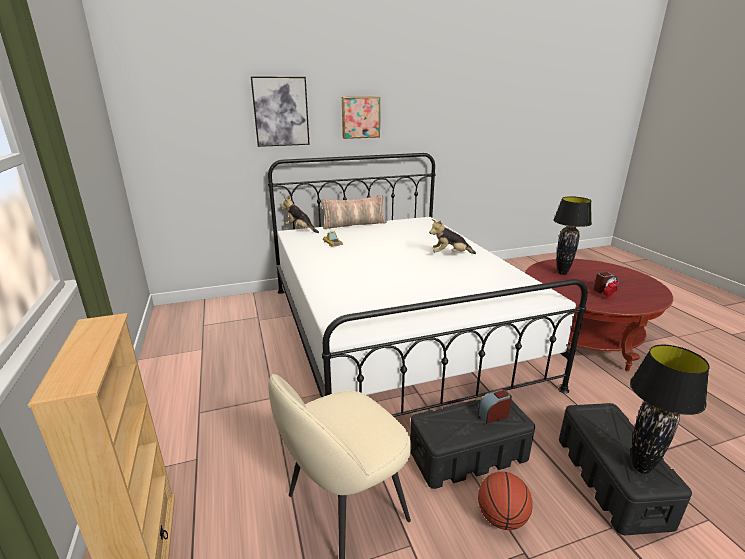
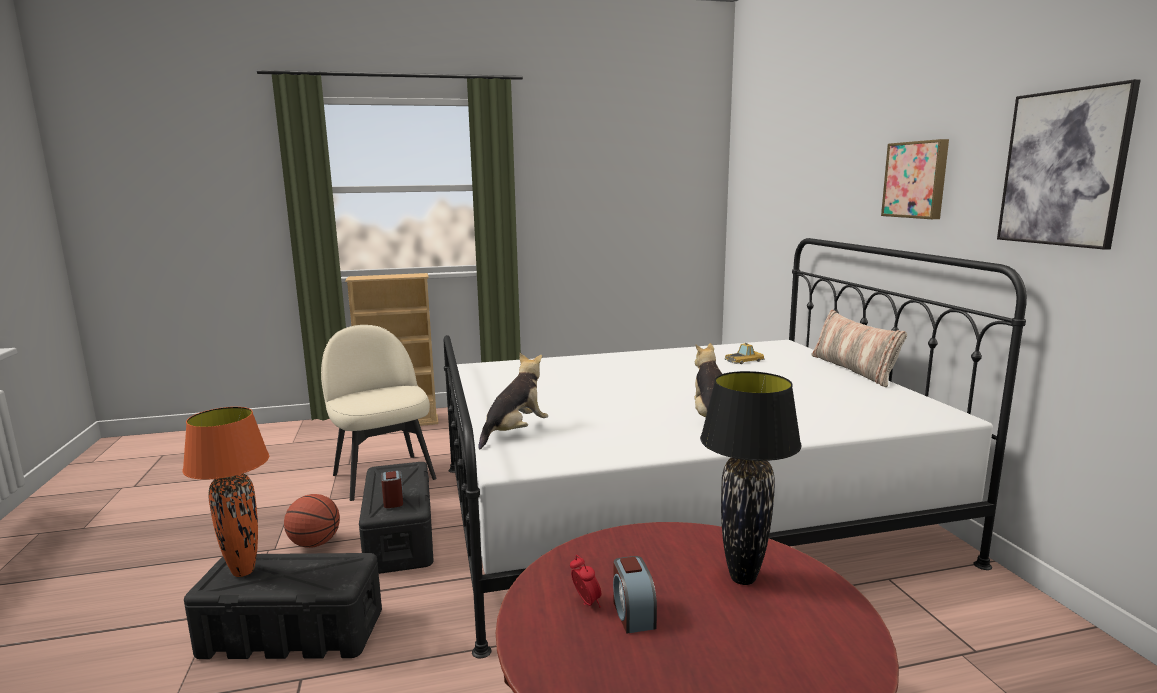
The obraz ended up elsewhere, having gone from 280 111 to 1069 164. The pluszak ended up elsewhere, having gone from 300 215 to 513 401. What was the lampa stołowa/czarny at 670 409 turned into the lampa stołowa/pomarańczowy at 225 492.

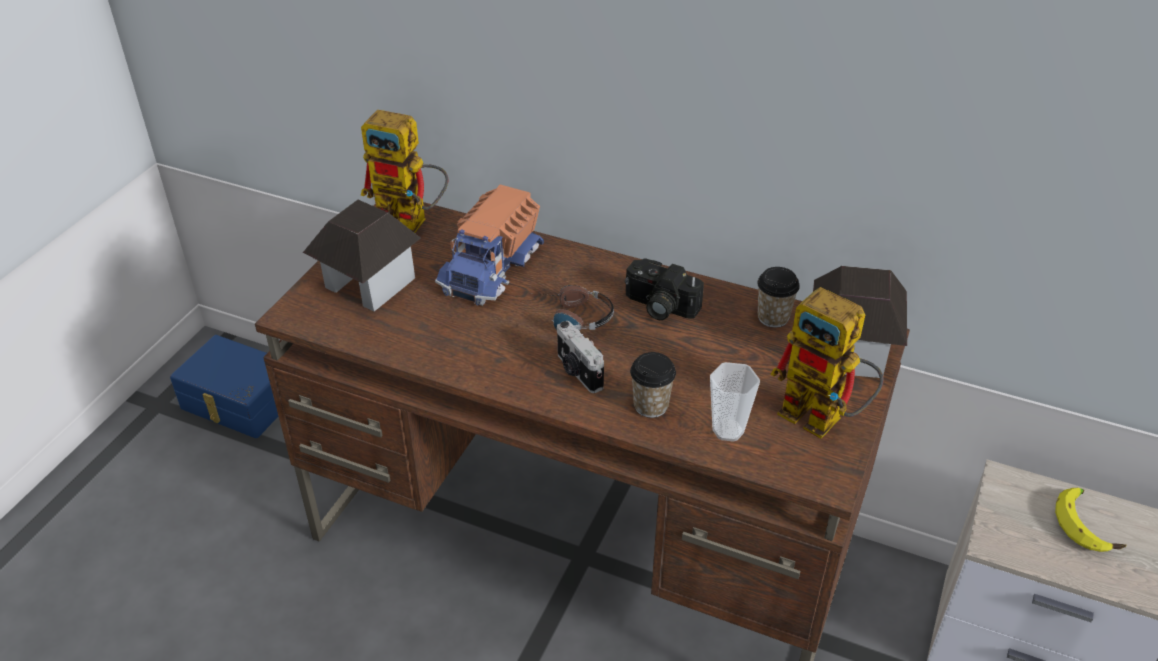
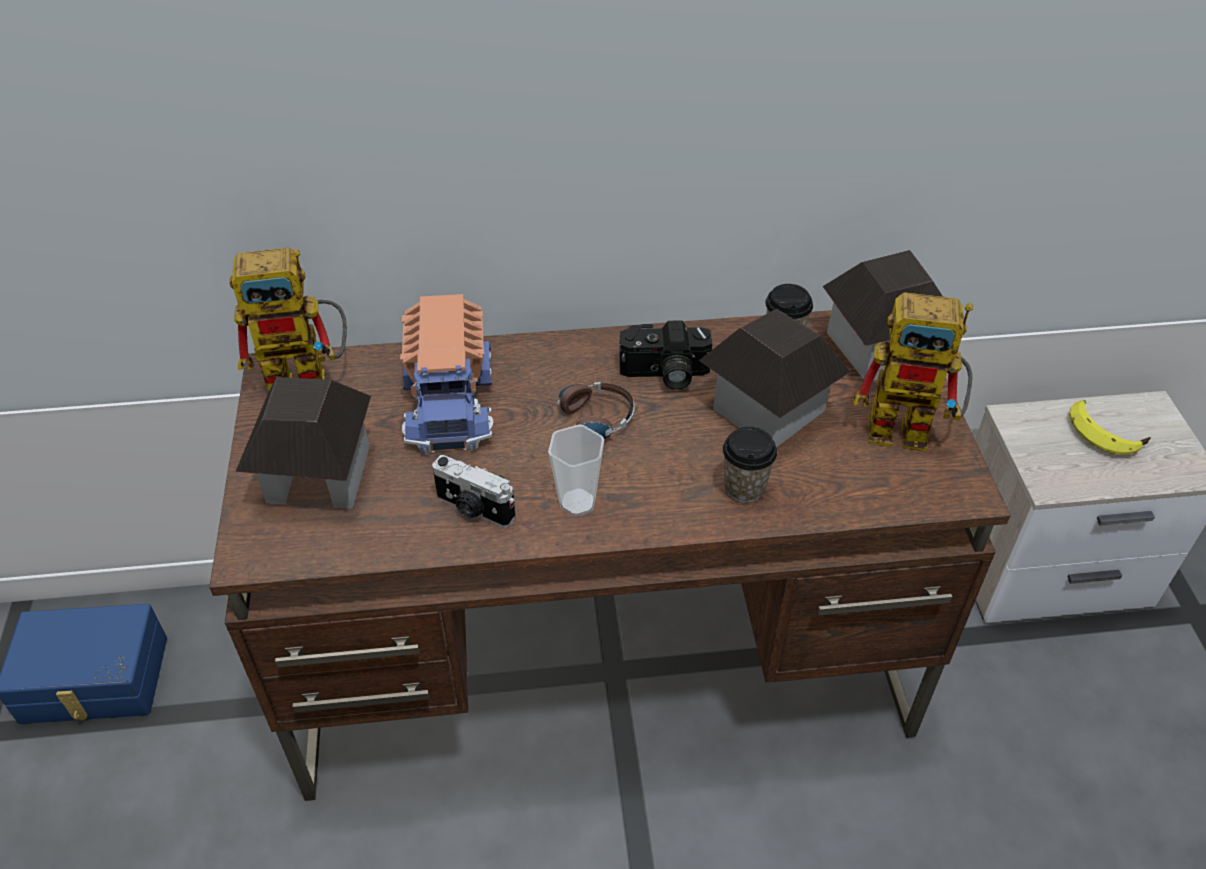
The aparat fotograficzny ended up elsewhere, having gone from 580 357 to 473 491. The filiżanka ended up elsewhere, having gone from 735 402 to 576 470. The second view gained the domek at 775 378.

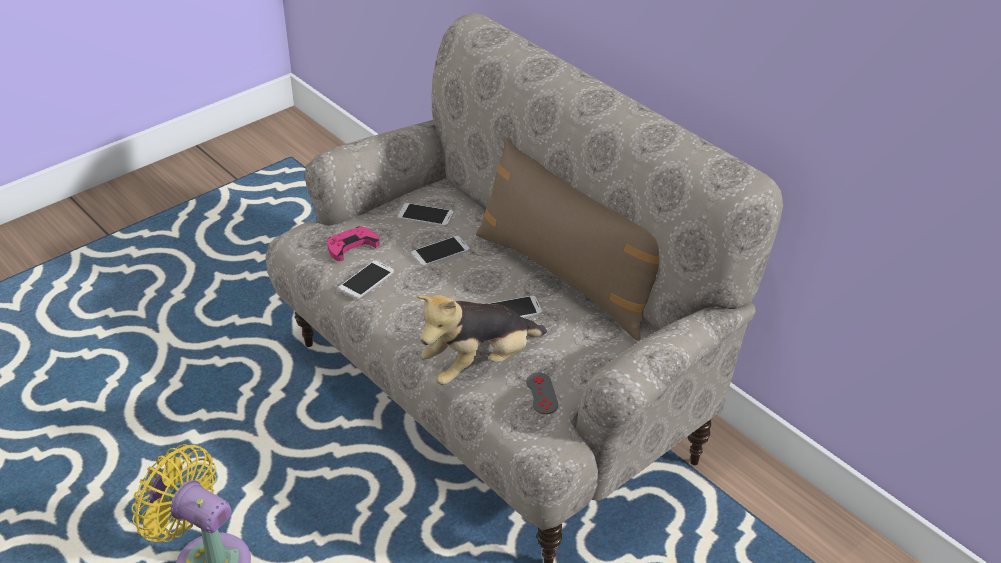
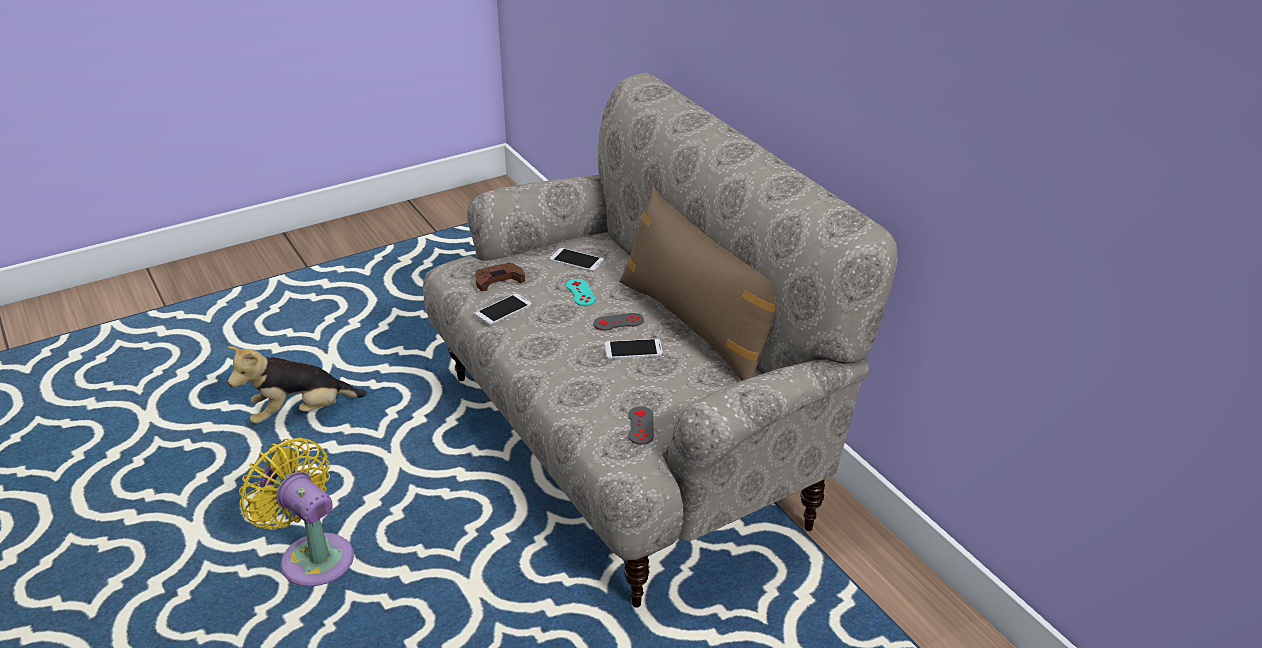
What was the pad do gier/różowy at 353 243 turned into the pad do gier/brązowy at 500 277. Where the telefon stood at 440 251, the pad do gier/turkusowy came to stand at 581 292. The pluszak ended up elsewhere, having gone from 482 340 to 297 385. The second view gained the pad do gier/szary at 618 322.

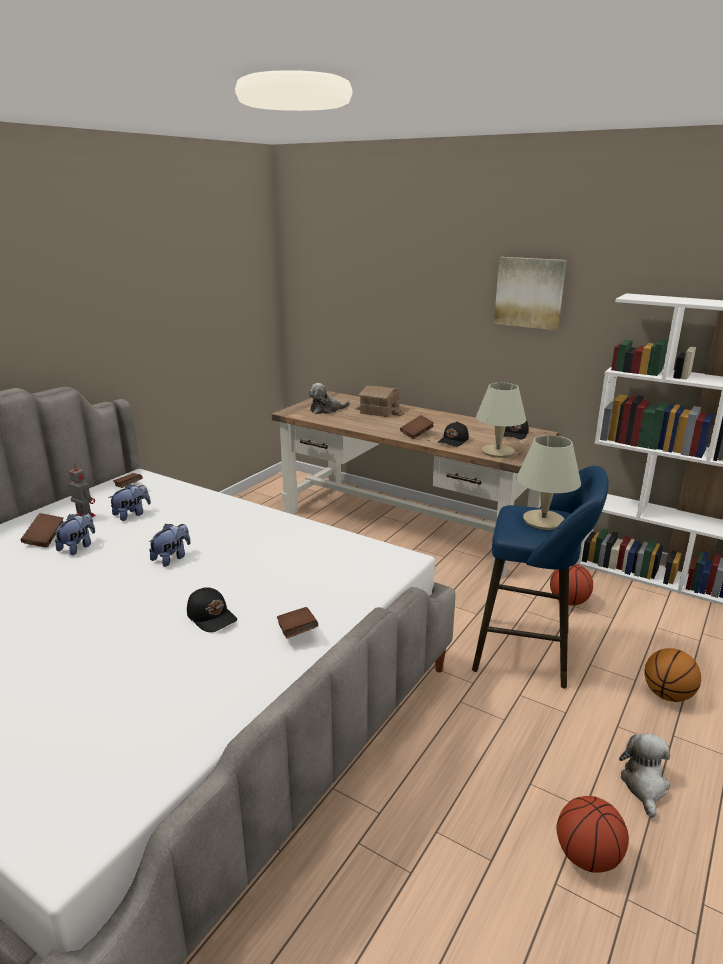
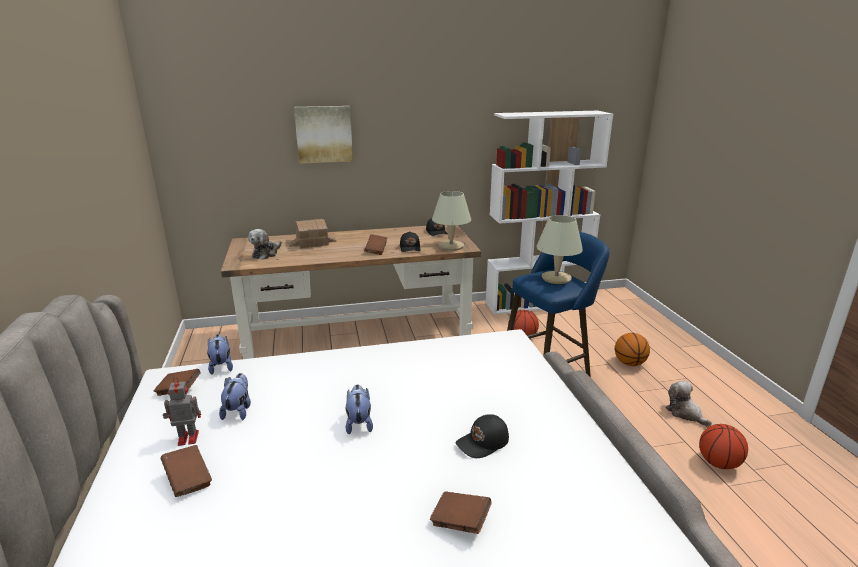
The obraz ended up elsewhere, having gone from 530 293 to 323 135. The pluszak ended up elsewhere, having gone from 75 534 to 220 354. The czapka z daszkiem/czarny at 212 609 ended up facing another way, 150 degrees clockwise from before. The książka/brązowy ended up elsewhere, having gone from 297 623 to 461 512.

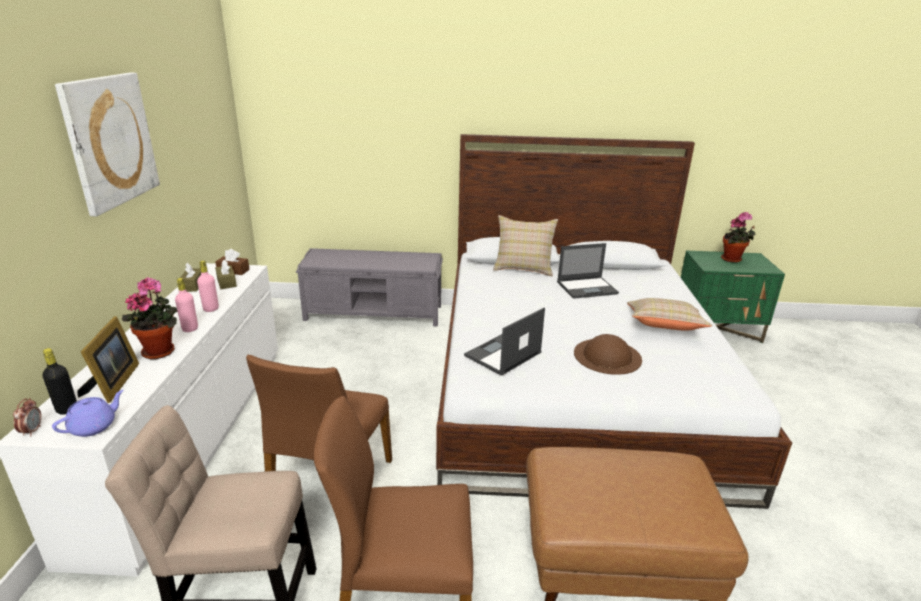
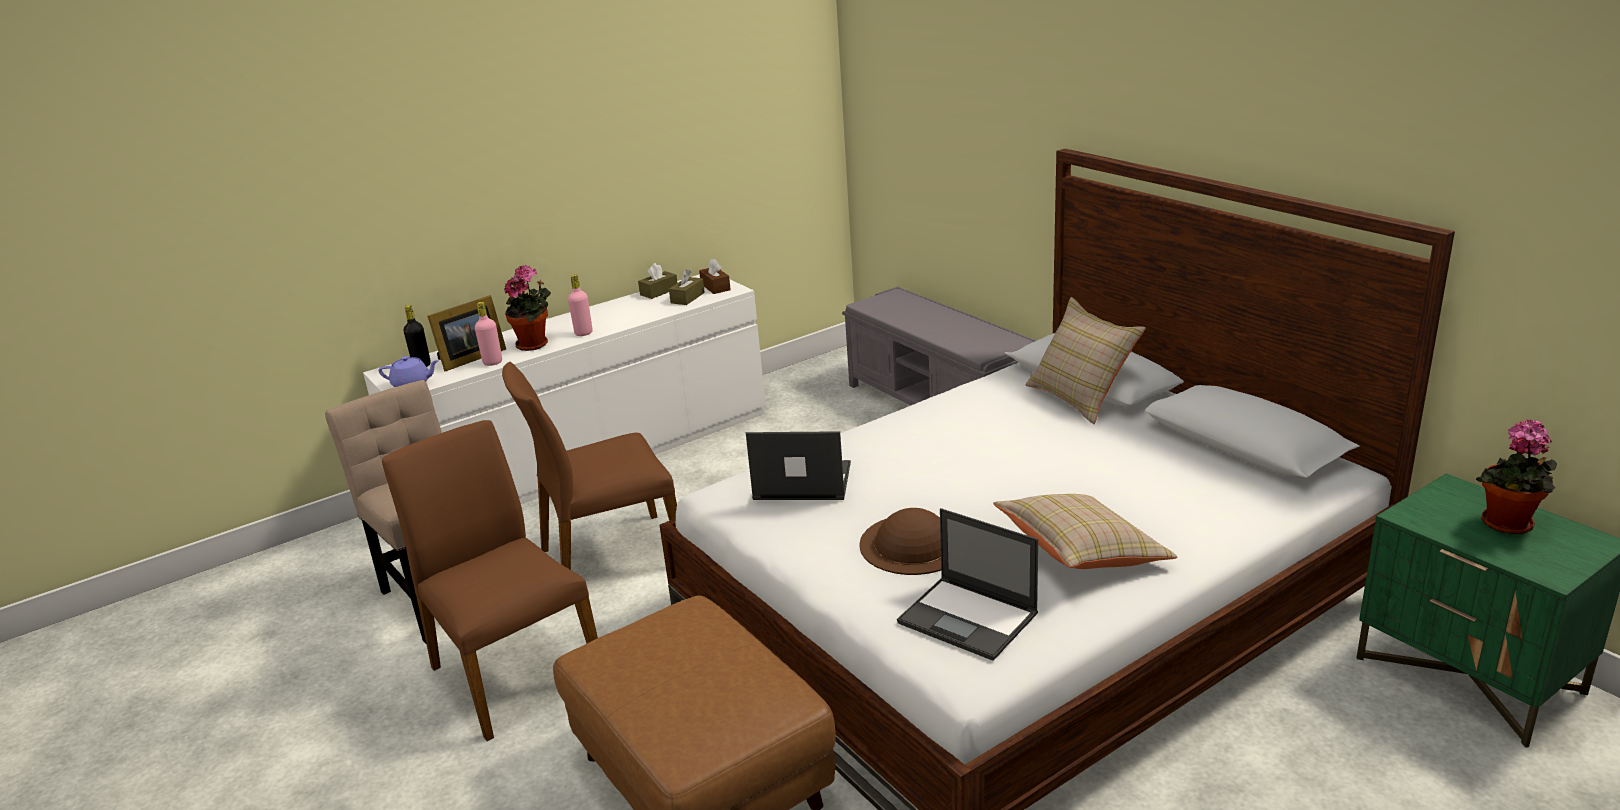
The second view lost the obraz at 107 144. The laptop ended up elsewhere, having gone from 588 271 to 967 584. The butelka/różowy ended up elsewhere, having gone from 208 286 to 488 334. The second view lost the budzik at 27 417.

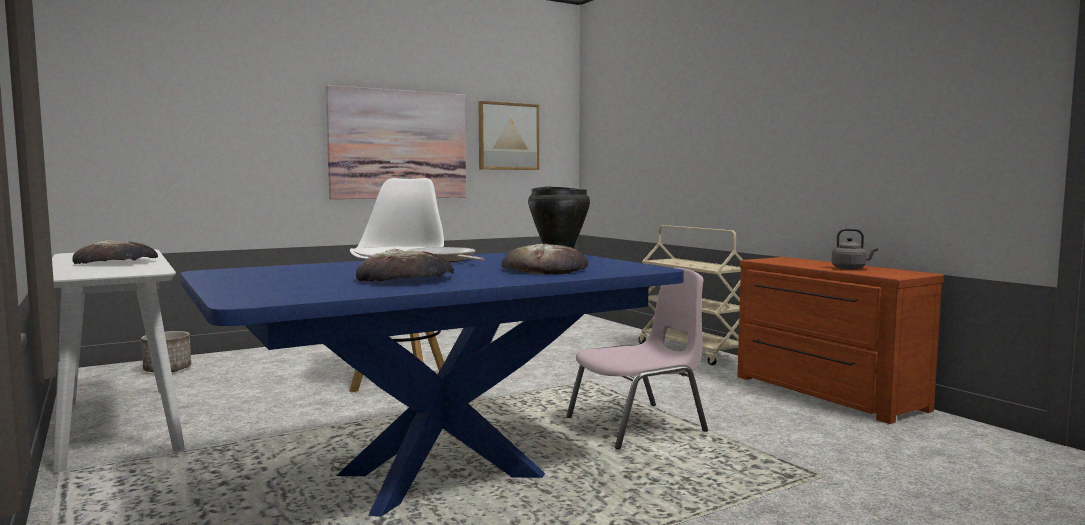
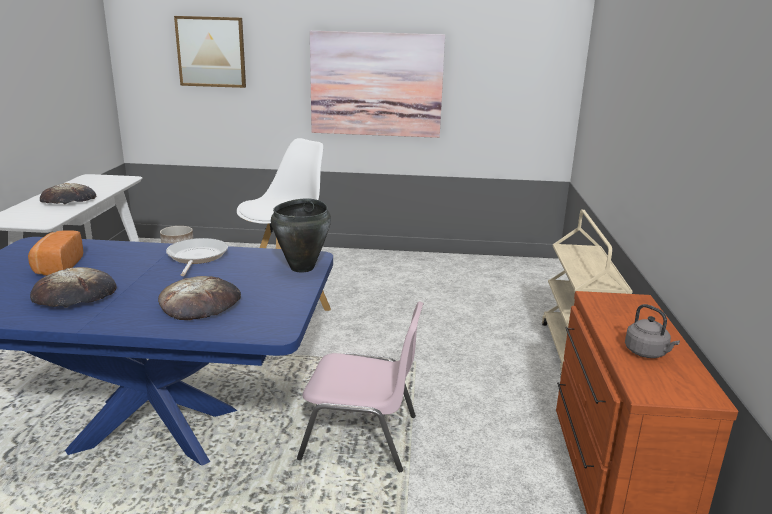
The obraz ended up elsewhere, having gone from 508 135 to 210 52. The second view gained the chleb at 55 253.

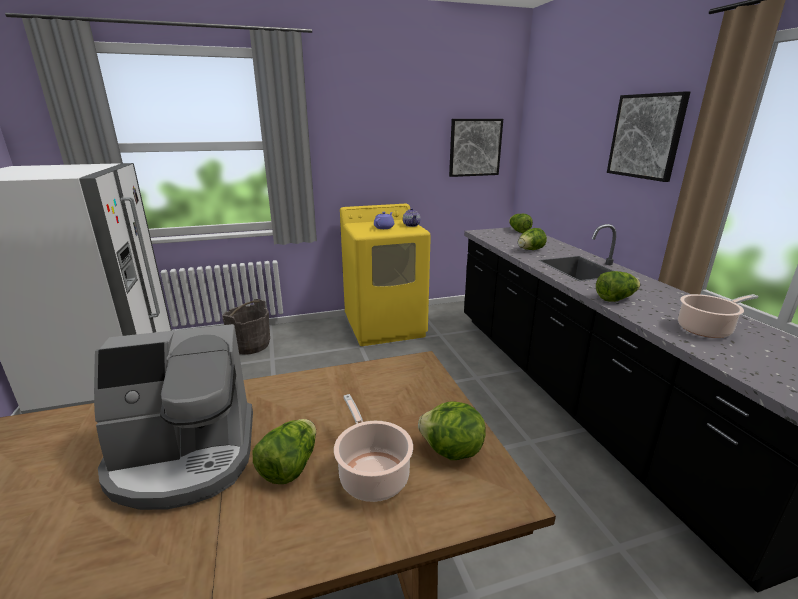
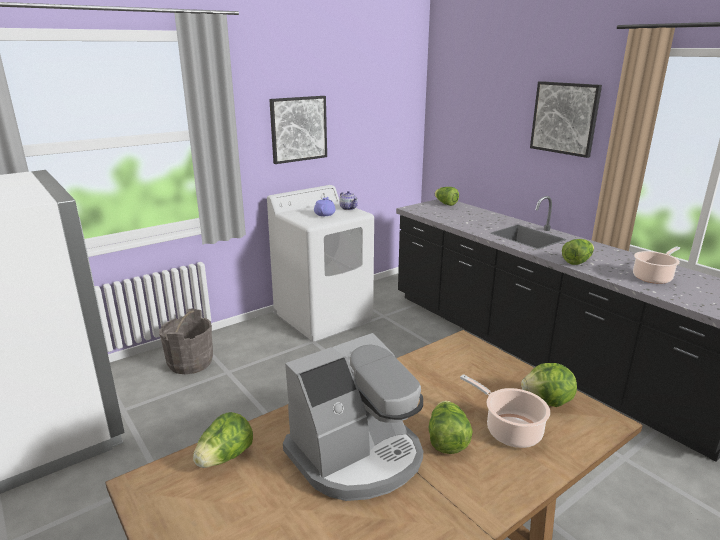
The obraz ended up elsewhere, having gone from 476 148 to 298 130. What was the pralka/żółty at 385 275 turned into the pralka/biały at 320 263. The sałata ended up elsewhere, having gone from 532 239 to 223 440.

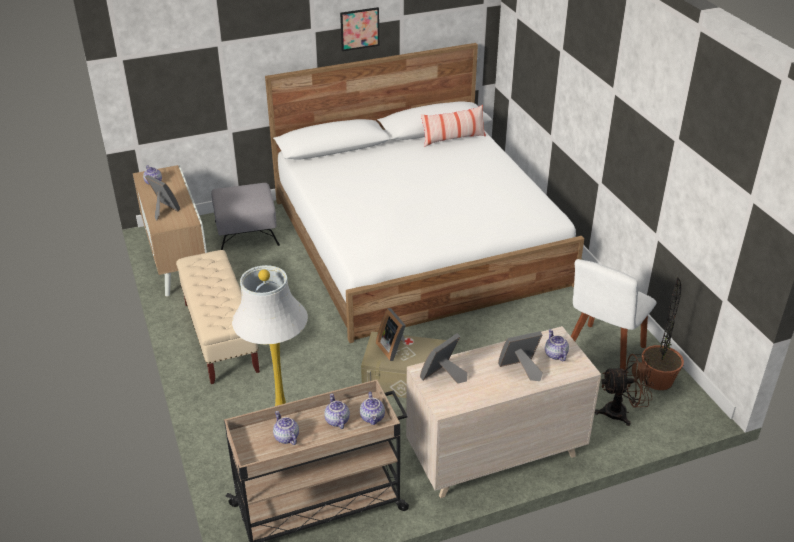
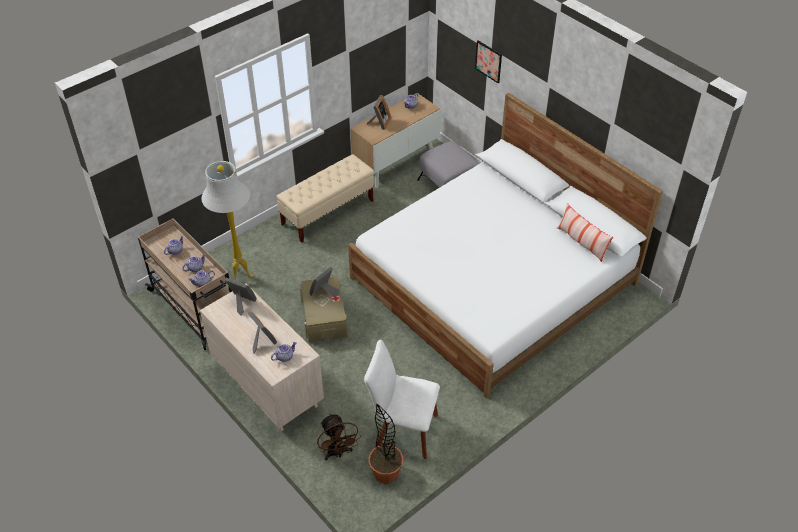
The obraz ended up elsewhere, having gone from 359 29 to 488 61.

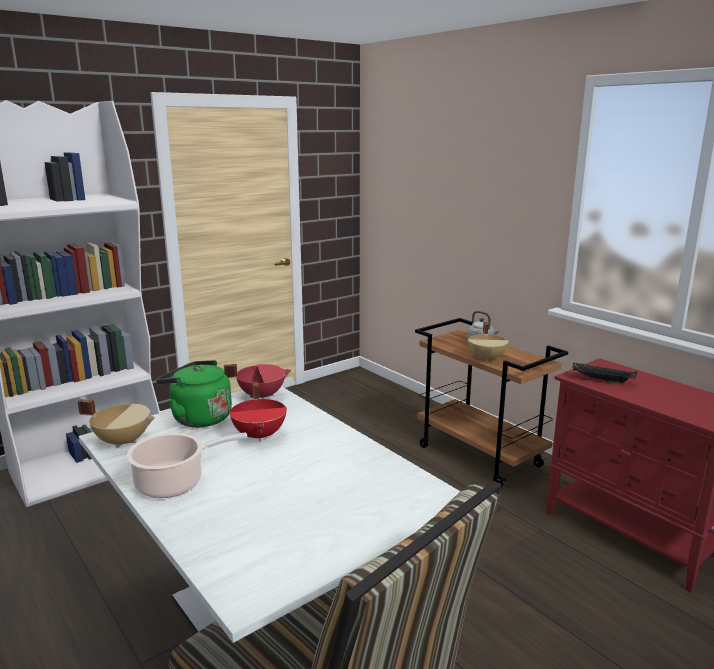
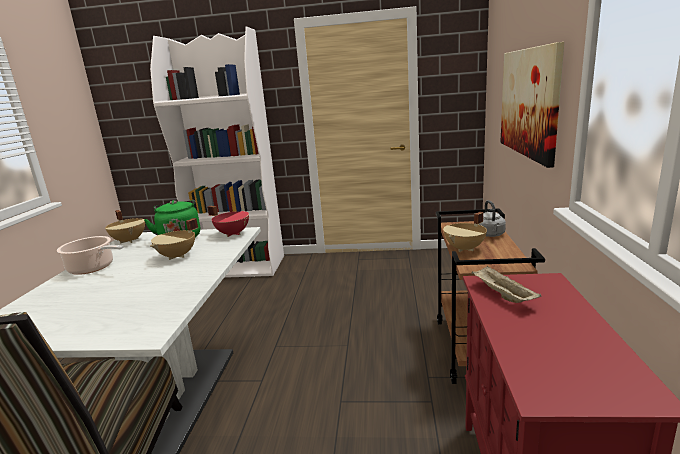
What was the taca/czarny at 604 373 turned into the taca/beżowy at 506 284. What was the garnek/czerwony at 258 411 turned into the garnek/beżowy at 174 239. The second view gained the obraz at 532 105.

